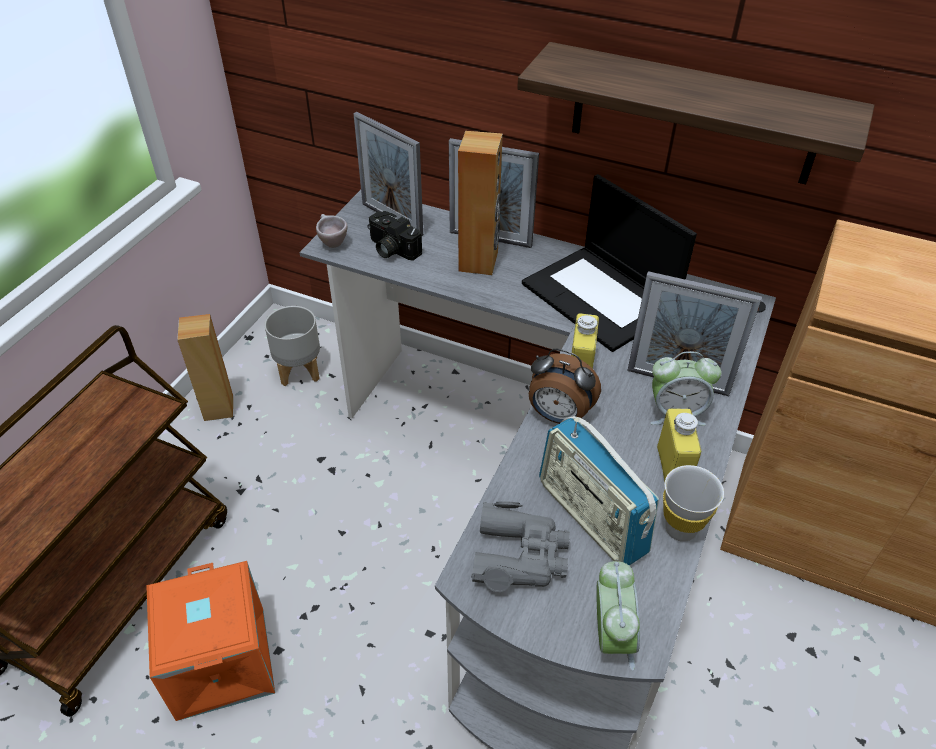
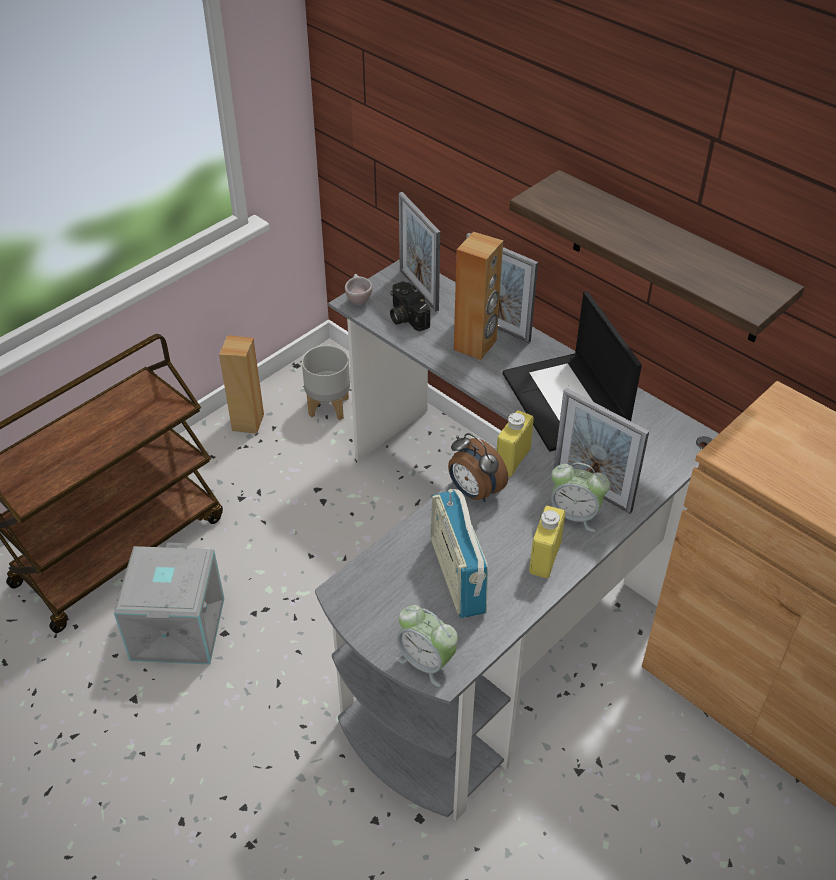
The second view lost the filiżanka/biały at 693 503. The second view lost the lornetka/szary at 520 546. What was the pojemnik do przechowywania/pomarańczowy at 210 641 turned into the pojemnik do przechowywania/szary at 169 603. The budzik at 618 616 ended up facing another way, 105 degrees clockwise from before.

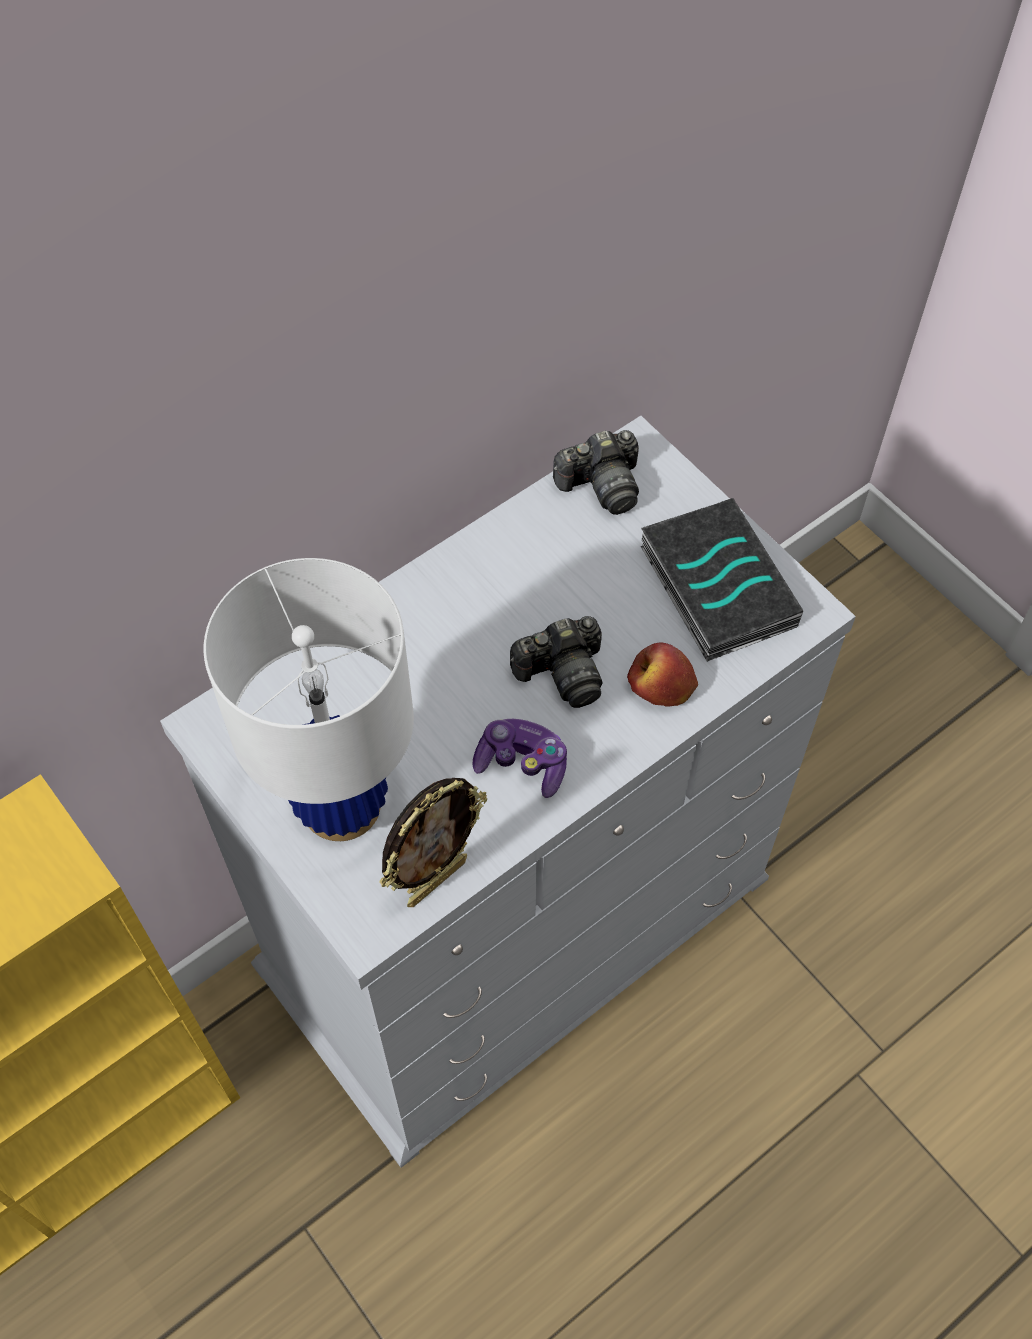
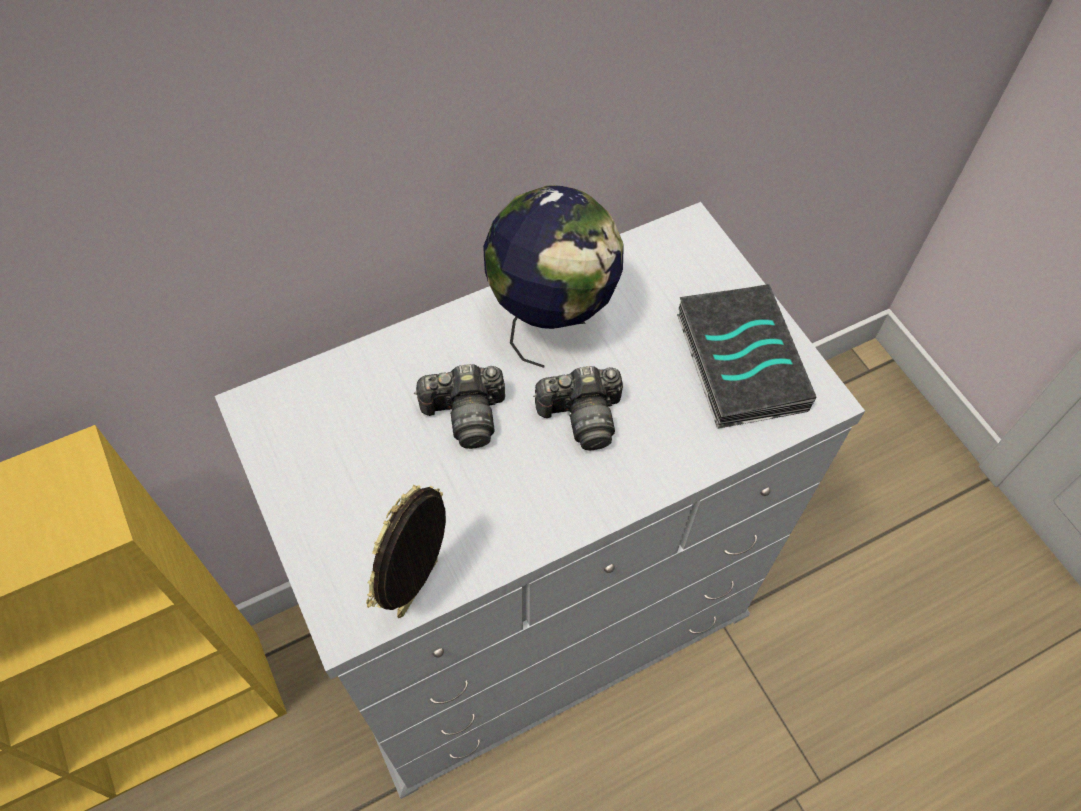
The aparat fotograficzny ended up elsewhere, having gone from 596 472 to 459 406. The second view lost the lampa stołowa/biały at 309 699. The second view lost the jabłko at 662 674. The second view lost the pad do gier at 520 758. The ramka na zdjęcie at 433 842 ended up facing another way, 150 degrees clockwise from before. The second view gained the globus at 553 276.

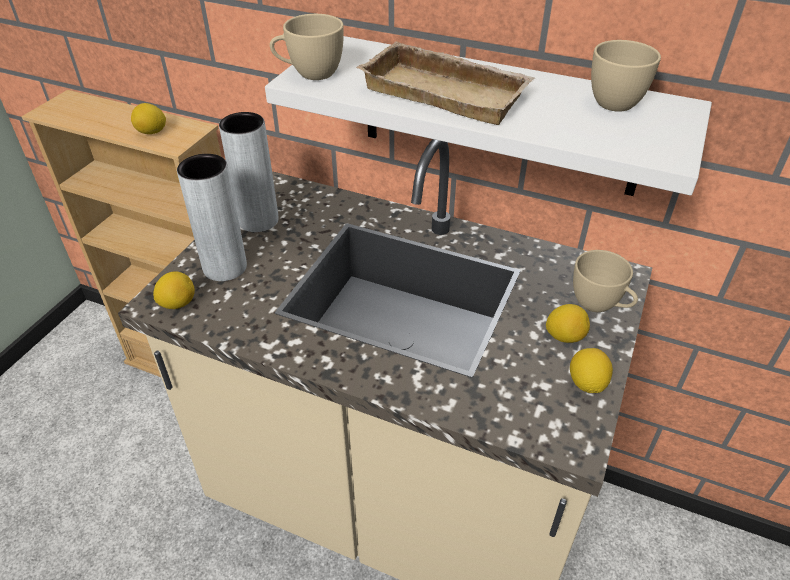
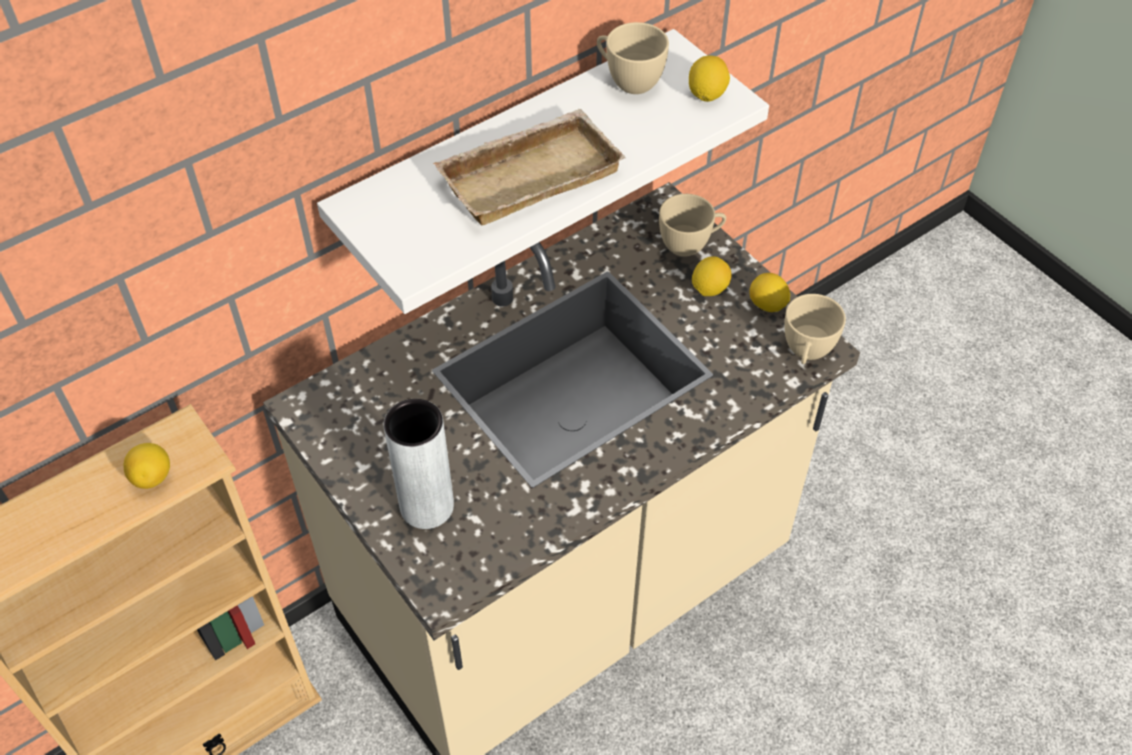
The filiżanka/beżowy ended up elsewhere, having gone from 307 47 to 815 329. The second view lost the wazon/szary at 249 172. The cytryna ended up elsewhere, having gone from 174 290 to 709 79.

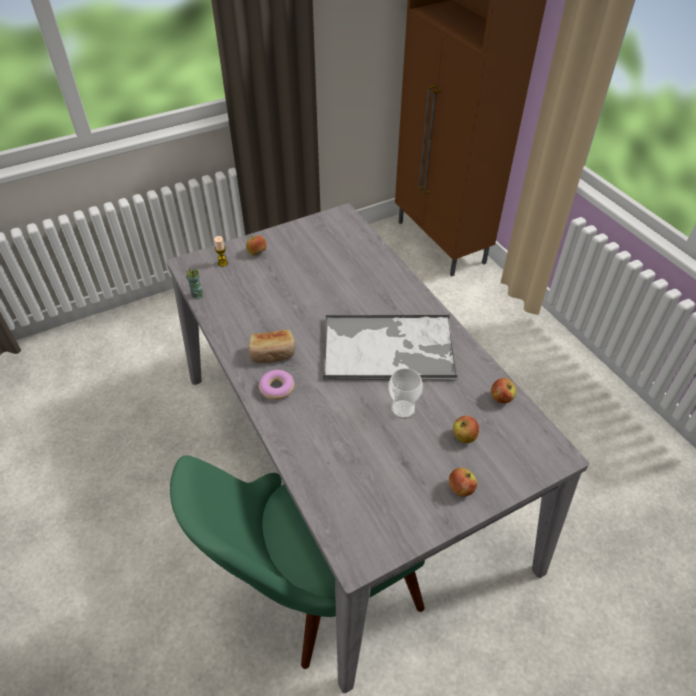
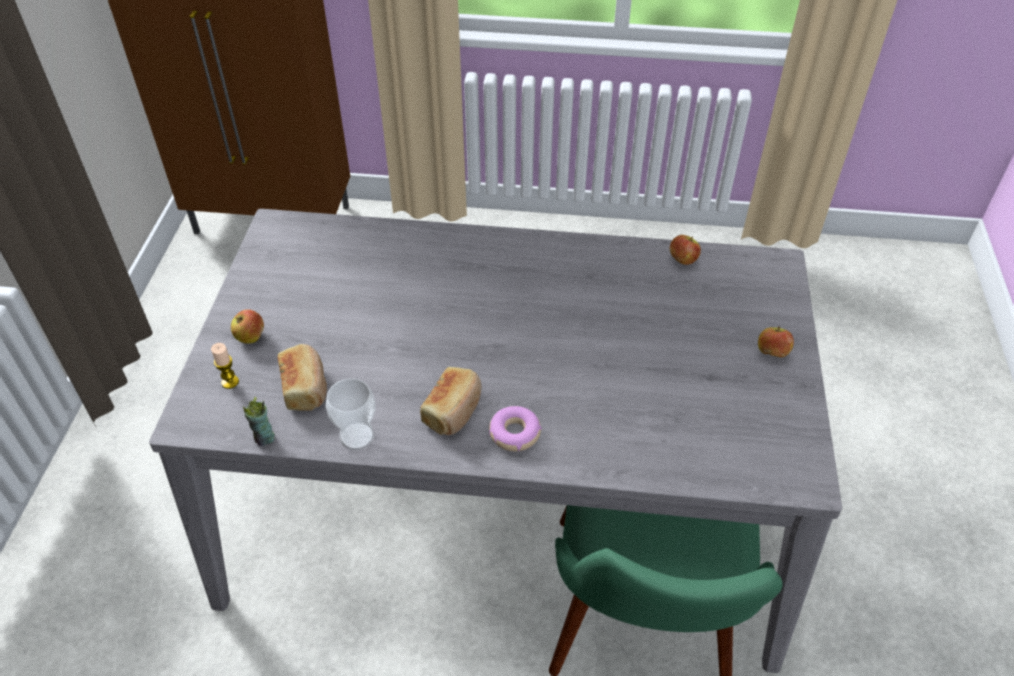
The second view lost the taca at 390 348. The filiżanka ended up elsewhere, having gone from 405 393 to 351 414. The second view lost the jabłko at 466 429. The second view gained the chleb at 302 377.

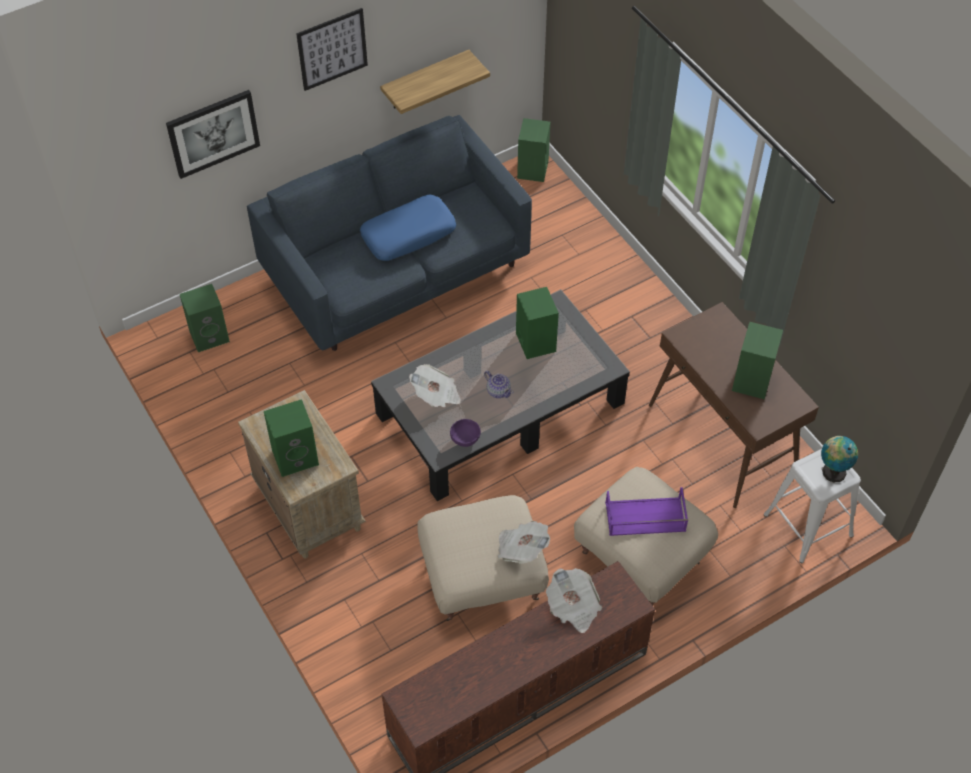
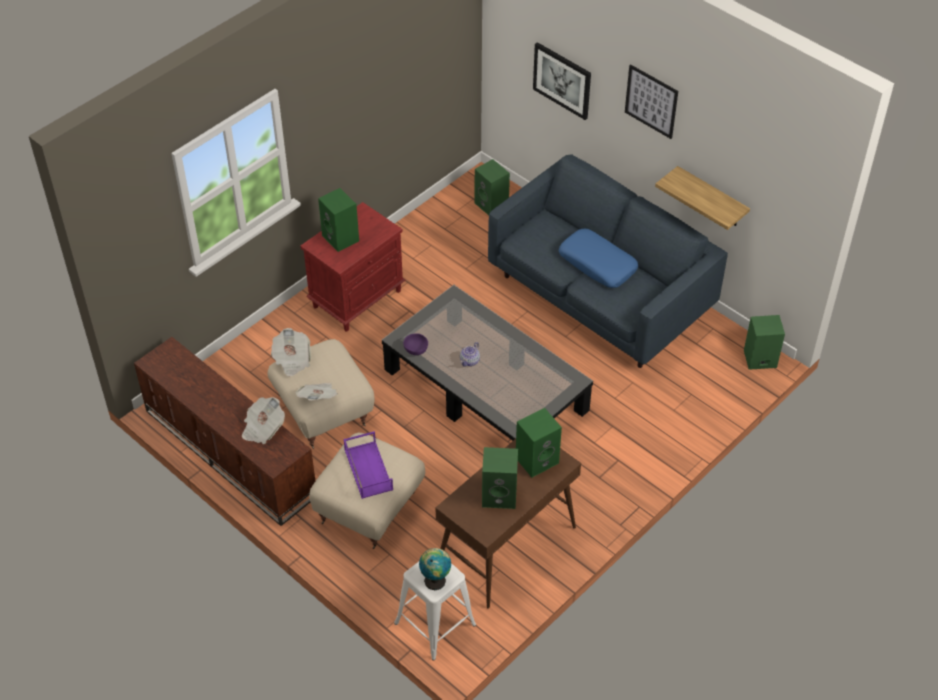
The głośnik/zielony ended up elsewhere, having gone from 537 323 to 539 443. The gazeta ended up elsewhere, having gone from 435 385 to 291 352. What was the szafka nocna/beżowy at 302 474 turned into the szafka nocna/czerwony at 352 266.

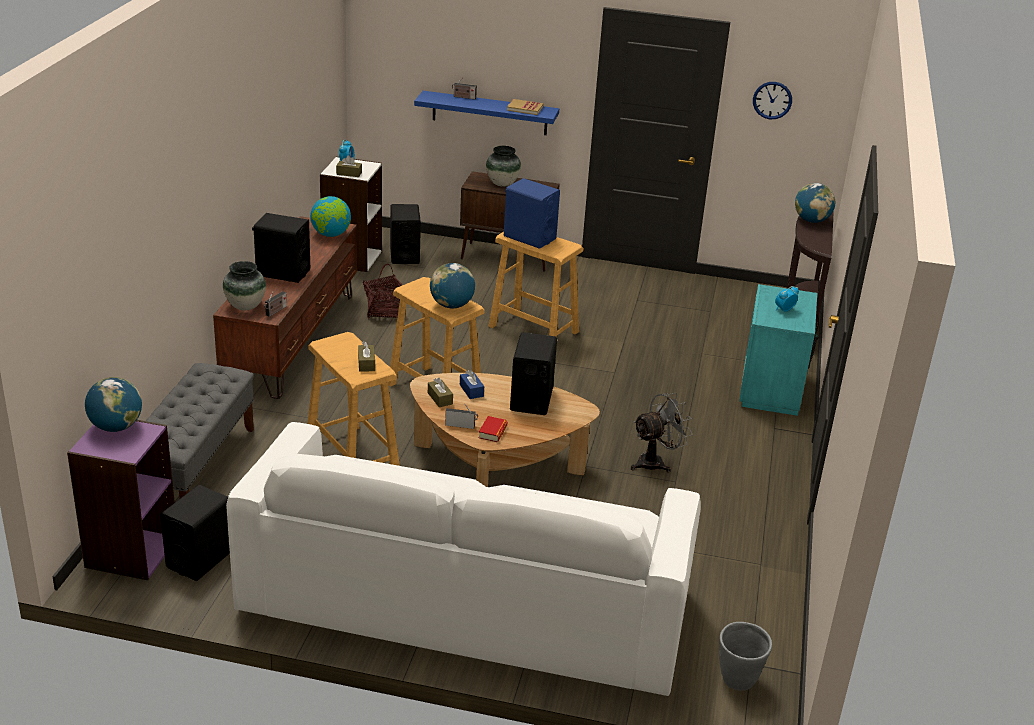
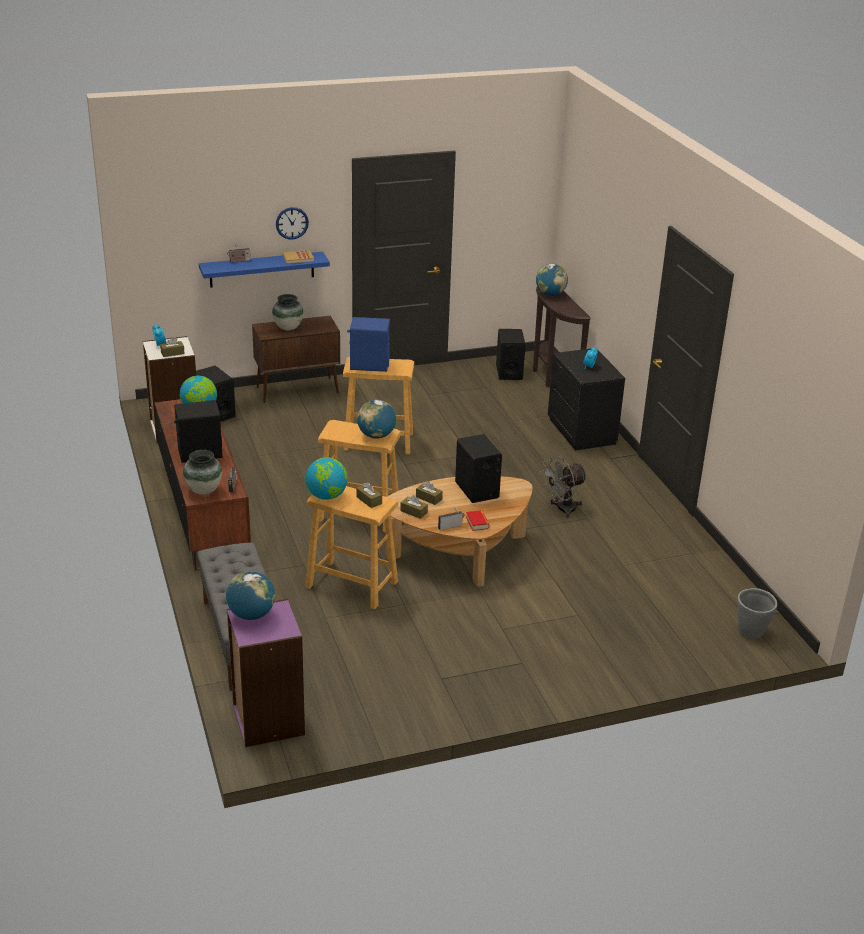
The zegar ścienny ended up elsewhere, having gone from 772 100 to 292 223. The second view lost the koszyk at 382 291. What was the szafka nocna/turkusowy at 779 350 turned into the szafka nocna/czarny at 586 400. What was the pudełko chusteczek/niebieski at 472 384 turned into the pudełko chusteczek/brązowy at 429 493. The wentylator/szary at 661 433 ended up facing another way, 150 degrees counterclockwise from before. The second view lost the kanapa/biały at 463 559. The głośnik/czarny ended up elsewhere, having gone from 195 533 to 511 354. The second view gained the globus at 326 478.

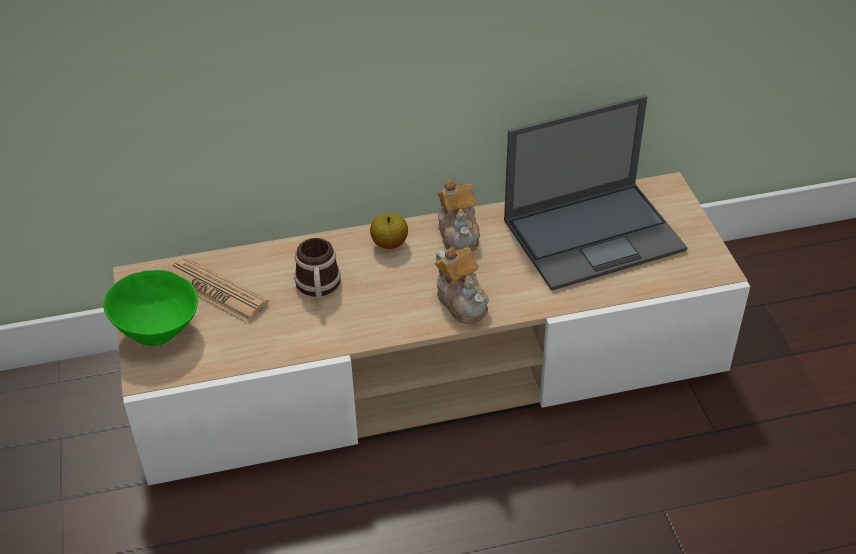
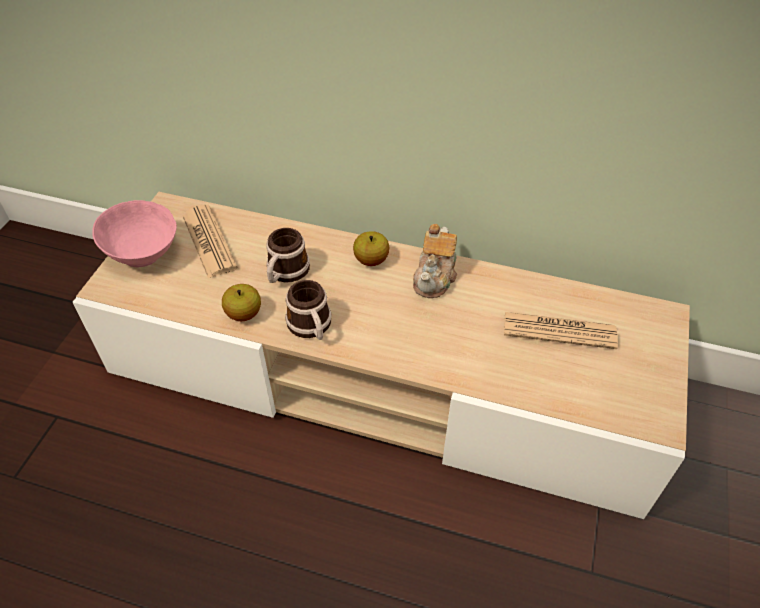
Where the laptop stood at 595 193, the gazeta came to stand at 561 330. The second view lost the imbryk at 462 285. What was the miska/zielony at 150 308 turned into the miska/różowy at 134 233. The second view gained the kubek at 308 310. The second view gained the jabłko at 241 302.

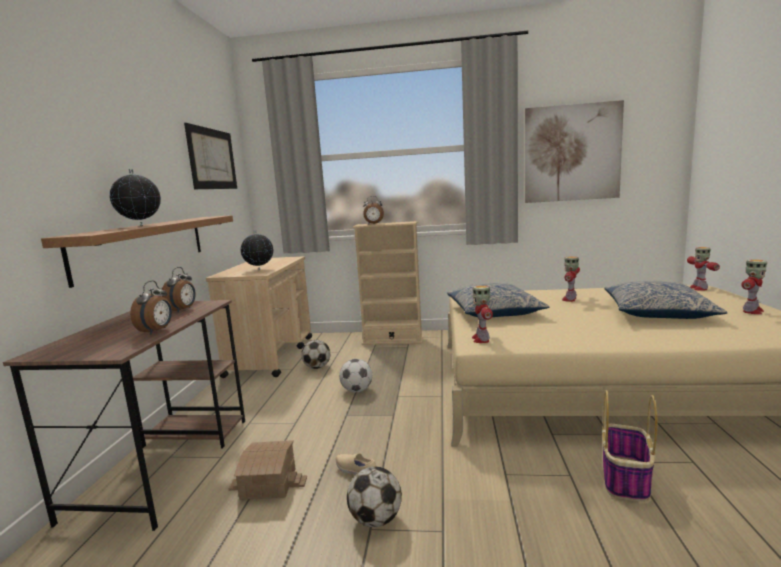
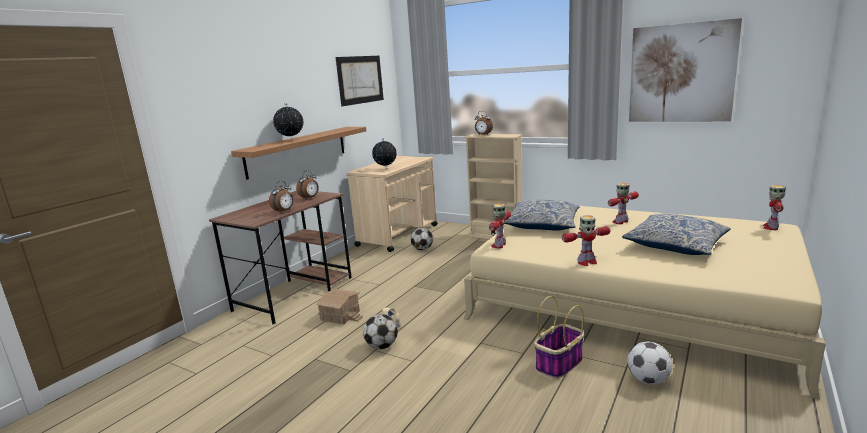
The robot zabawkowy ended up elsewhere, having gone from 754 287 to 586 240. The piłka futbolowa ended up elsewhere, having gone from 355 375 to 649 363.

